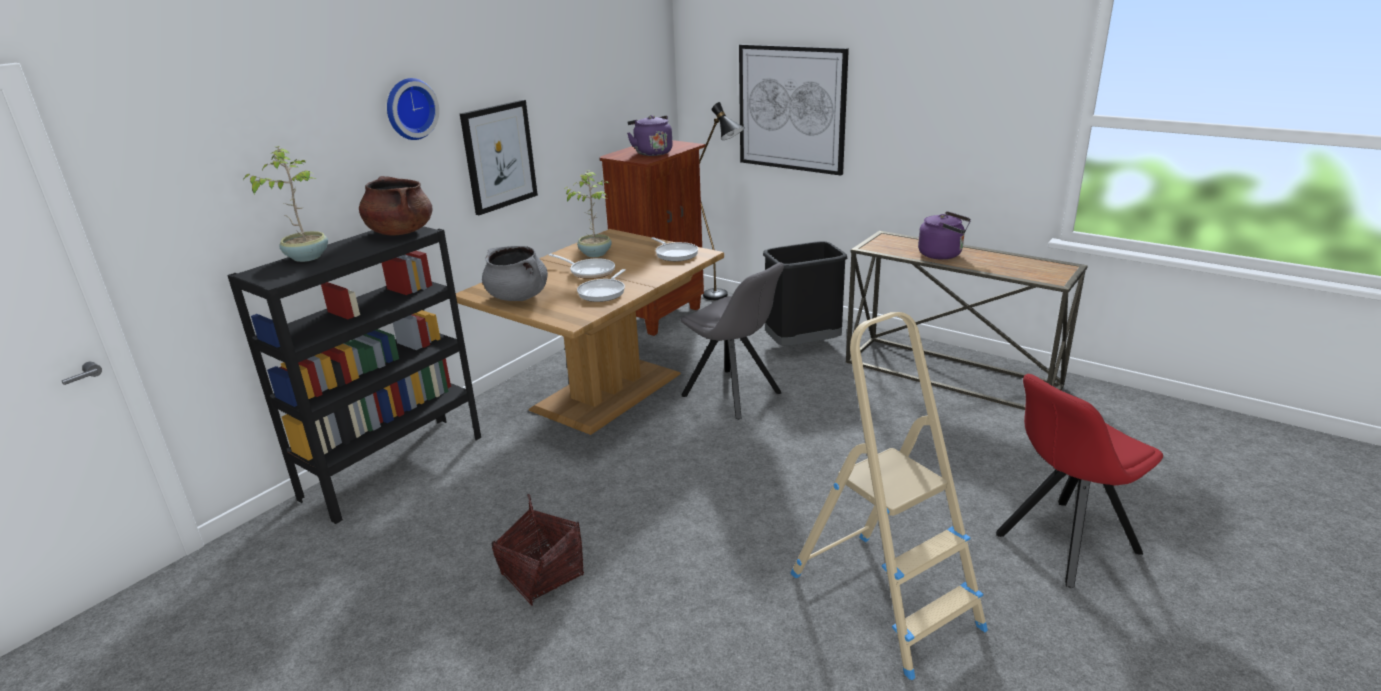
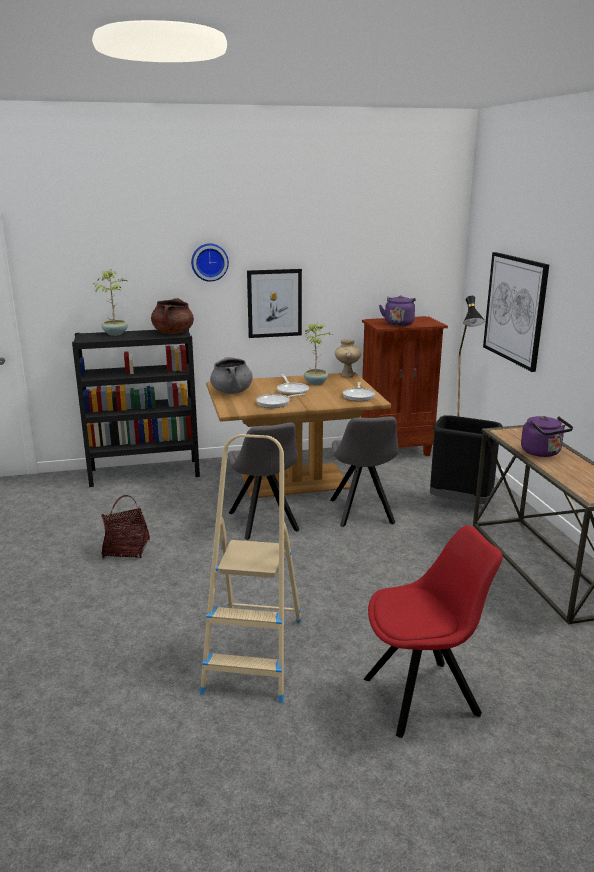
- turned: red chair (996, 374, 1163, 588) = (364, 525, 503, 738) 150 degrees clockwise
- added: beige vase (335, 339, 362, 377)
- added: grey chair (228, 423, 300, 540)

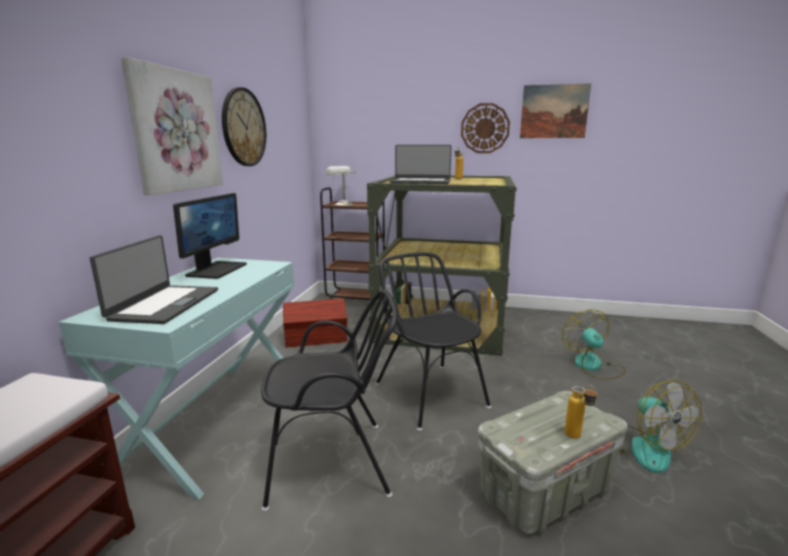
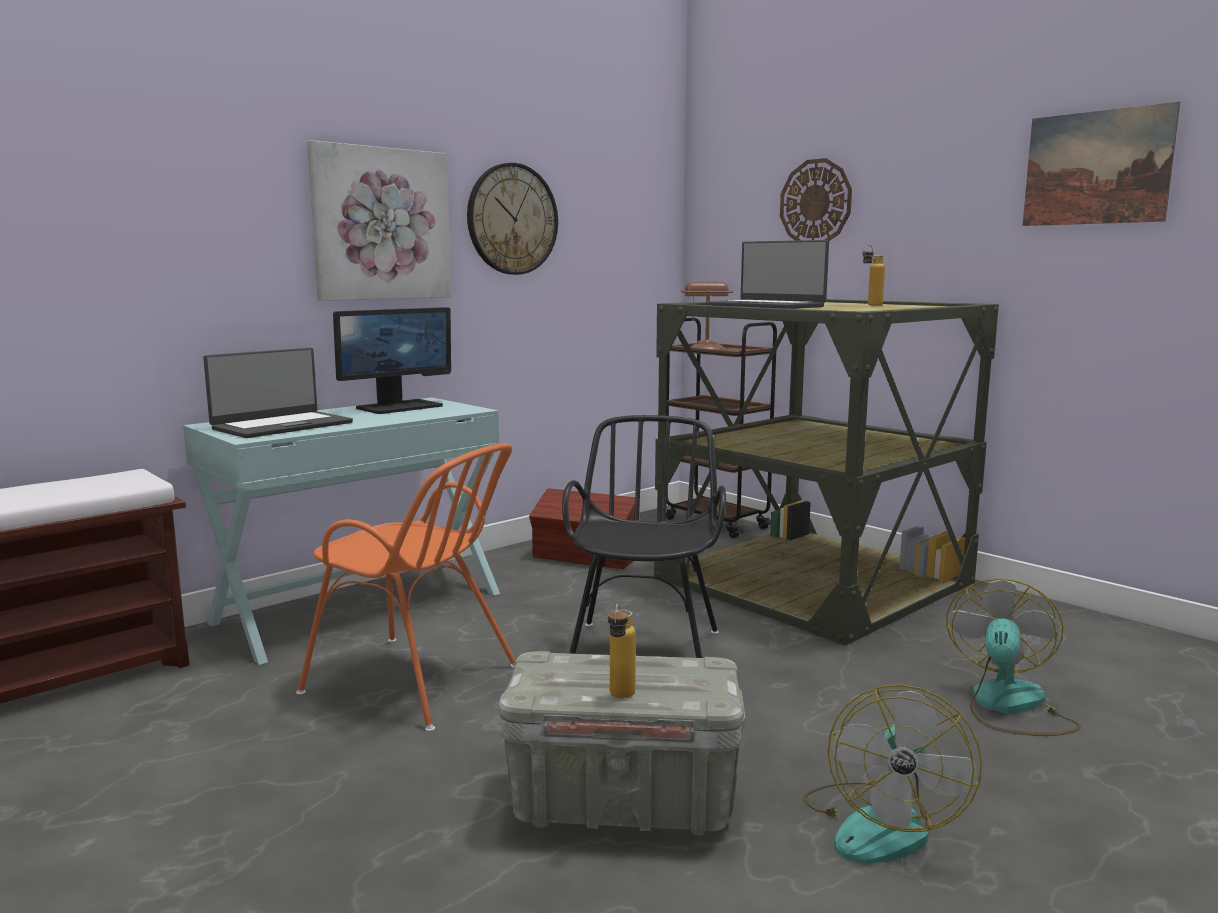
- moved: wall clock (461, 103, 510, 153) to (780, 158, 852, 241)
- recoloured: white table lamp (325, 166, 356, 206) to brown table lamp (681, 282, 733, 349)
- recoloured: black chair (261, 289, 399, 511) to orange chair (296, 443, 516, 732)

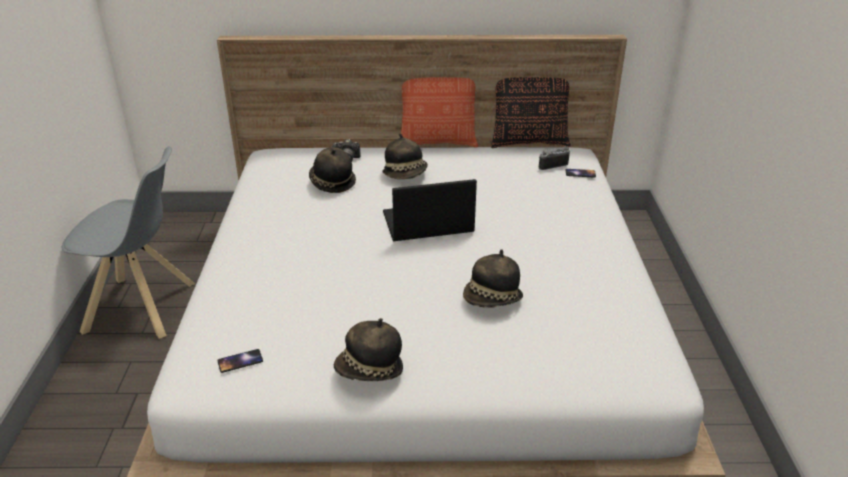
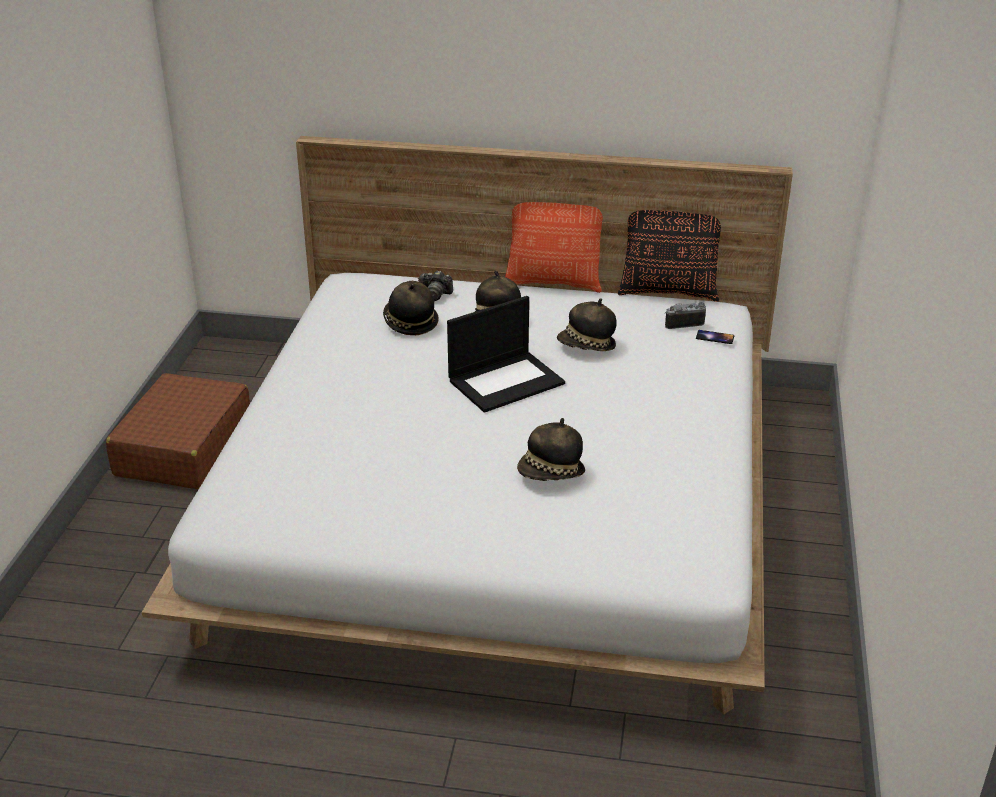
- replaced: grey chair (62, 146, 195, 339) to brown suitcase (106, 373, 250, 489)
- turned: laptop (383, 179, 477, 241) = (447, 296, 565, 413) 150 degrees clockwise
- moved: hat (334, 318, 403, 381) to (557, 299, 617, 351)
- removed: phone (217, 349, 263, 373)

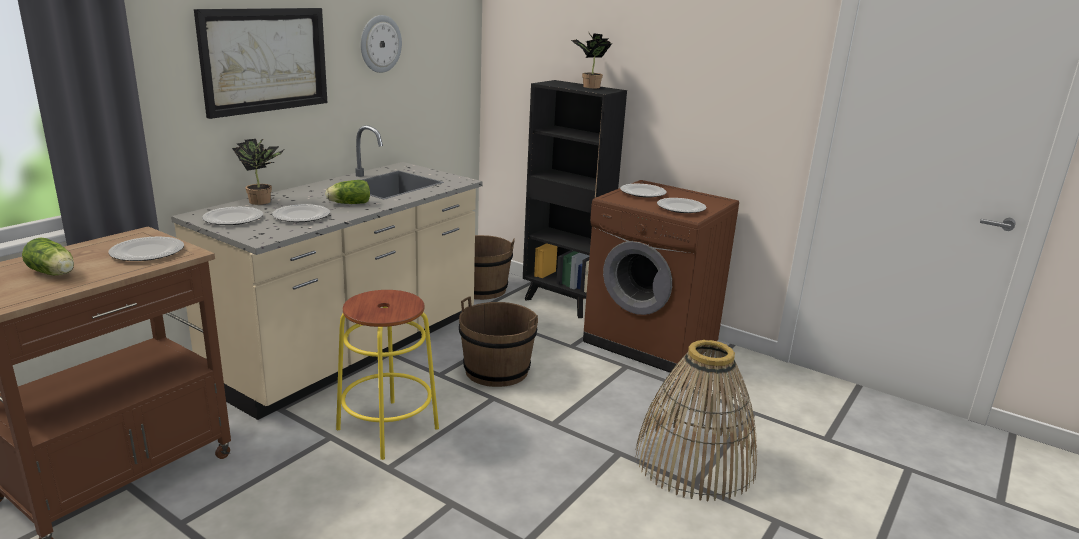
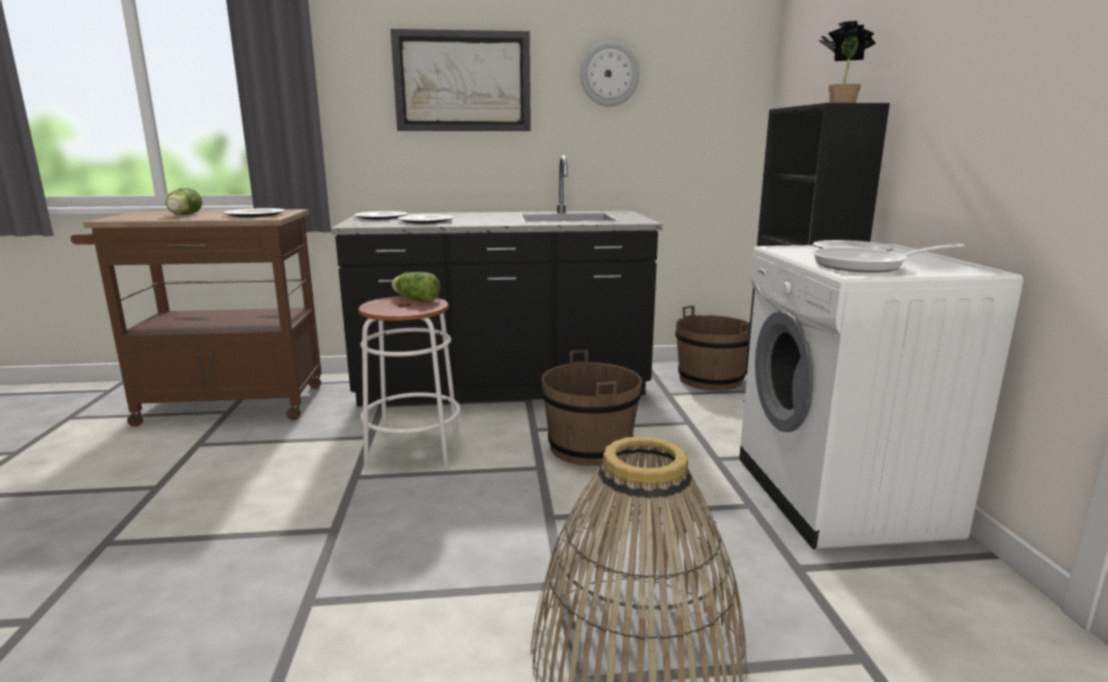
- recoloured: beige counter (171, 125, 483, 420) to black counter (331, 155, 662, 406)
- removed: potted plant (232, 139, 285, 205)
- moved: lettuce (325, 180, 370, 204) to (392, 272, 440, 302)
- recoloured: brown washing machine (583, 180, 739, 376) to white washing machine (739, 244, 1024, 549)
- replaced: plate (657, 198, 706, 213) to frying pan (811, 244, 965, 272)
- recoloured: yellow stool (336, 290, 439, 460) to white stool (359, 296, 461, 470)

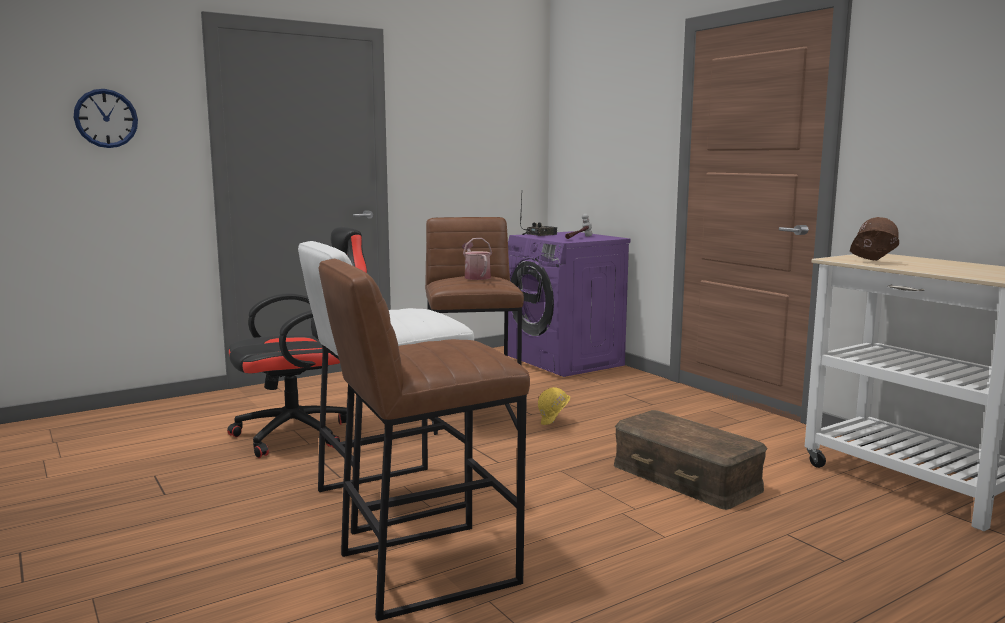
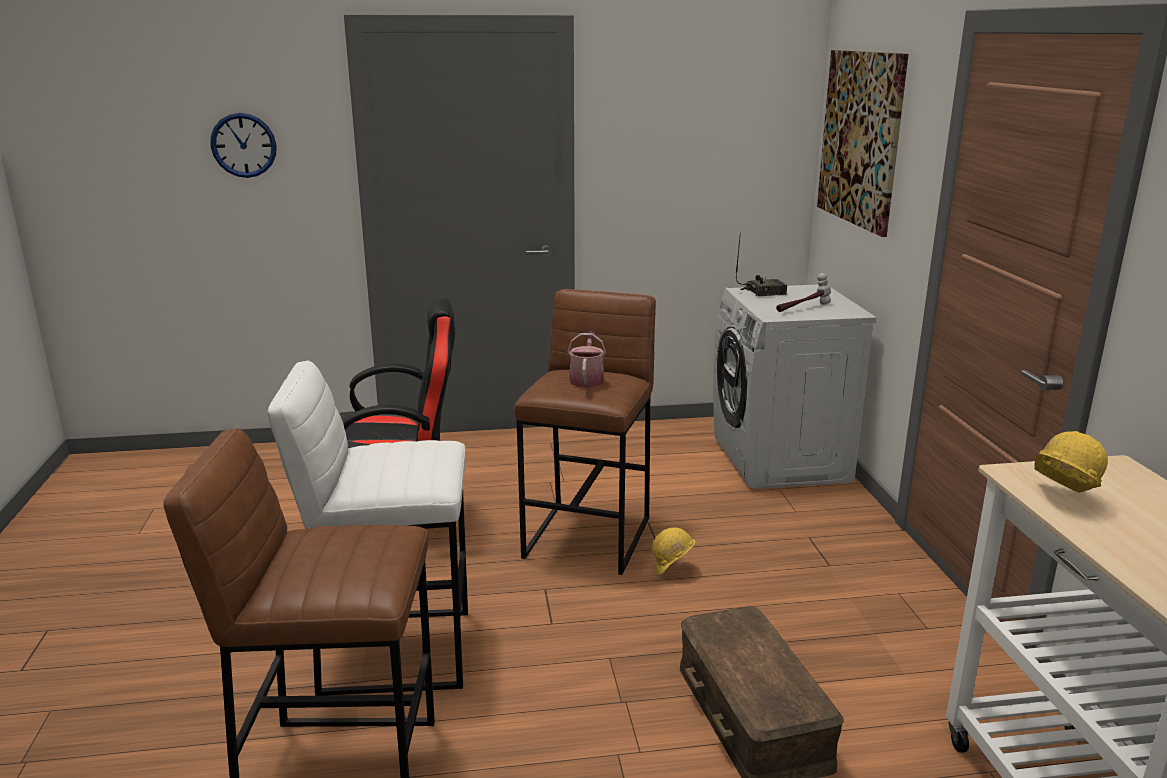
- recoloured: brown hard hat (850, 217, 899, 261) to yellow hard hat (1034, 431, 1108, 493)
- recoloured: purple washing machine (508, 231, 630, 377) to white washing machine (713, 284, 877, 489)
- added: picture (817, 50, 909, 237)

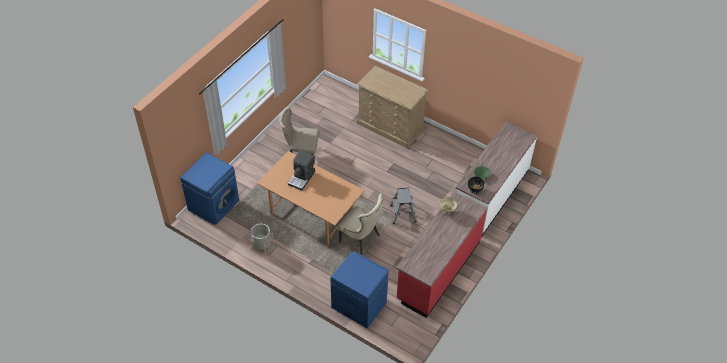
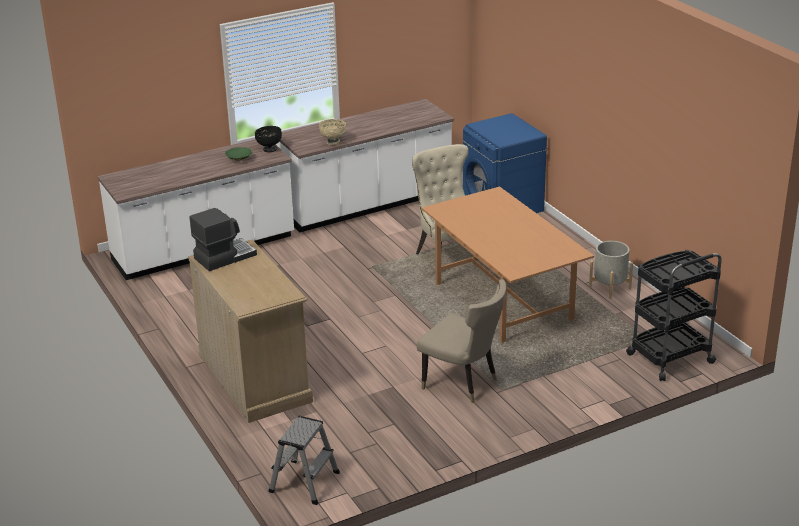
- moved: coffee machine (288, 150, 315, 191) to (190, 208, 257, 271)
- replaced: blue washing machine (180, 152, 239, 225) to black cart (626, 250, 722, 381)
- moved: grey step ladder (390, 188, 417, 224) to (268, 415, 340, 505)
- recoloured: red counter (396, 191, 487, 318) to white counter (276, 99, 454, 233)

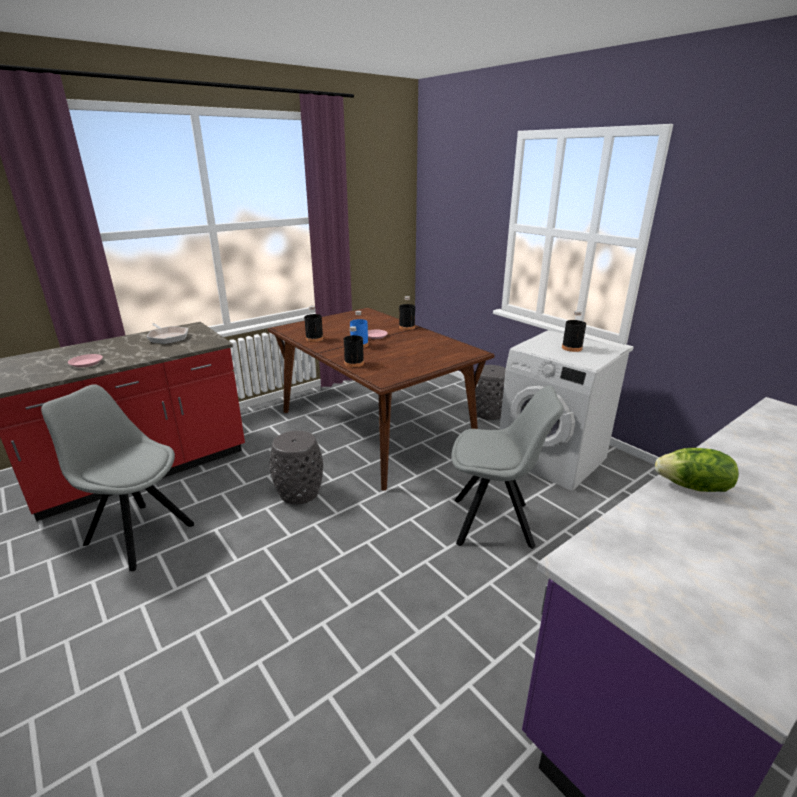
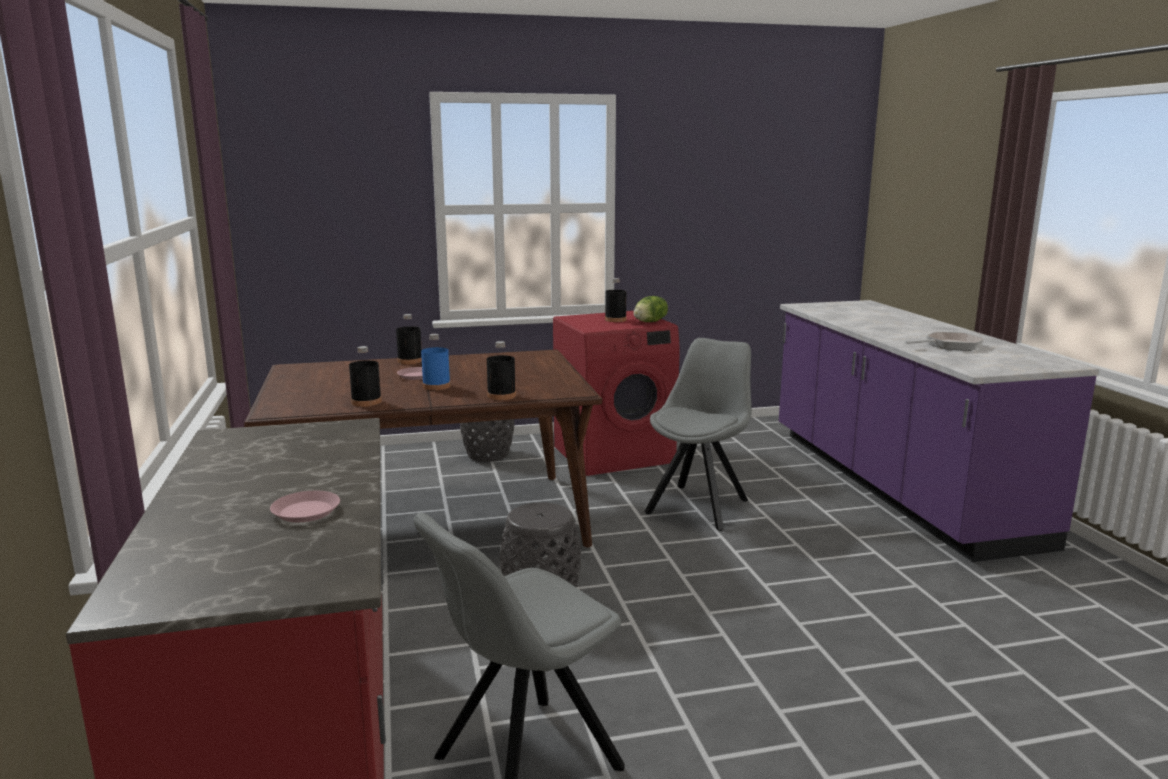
- moved: frying pan (147, 323, 188, 344) to (905, 332, 985, 351)
- recoloured: white washing machine (500, 330, 630, 491) to red washing machine (553, 311, 680, 476)
- moved: lettuce (655, 448, 739, 492) to (633, 296, 668, 322)

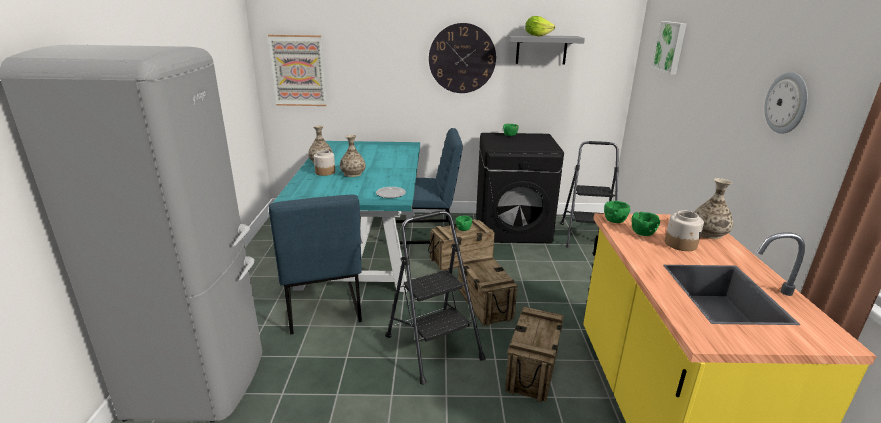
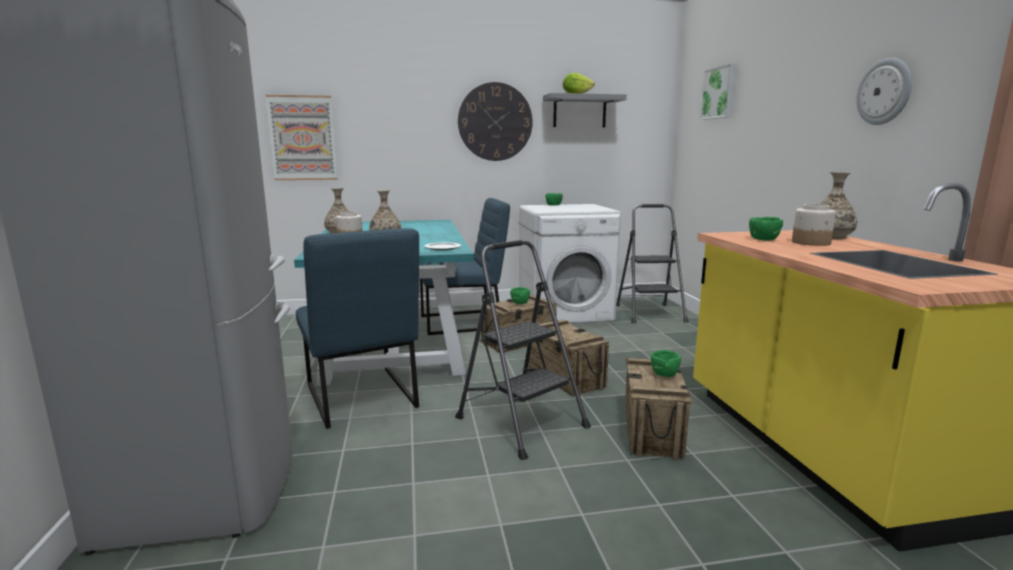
- recoloured: black washing machine (476, 133, 564, 243) to white washing machine (519, 204, 621, 324)
- moved: green bowl (604, 201, 630, 223) to (651, 350, 681, 377)

